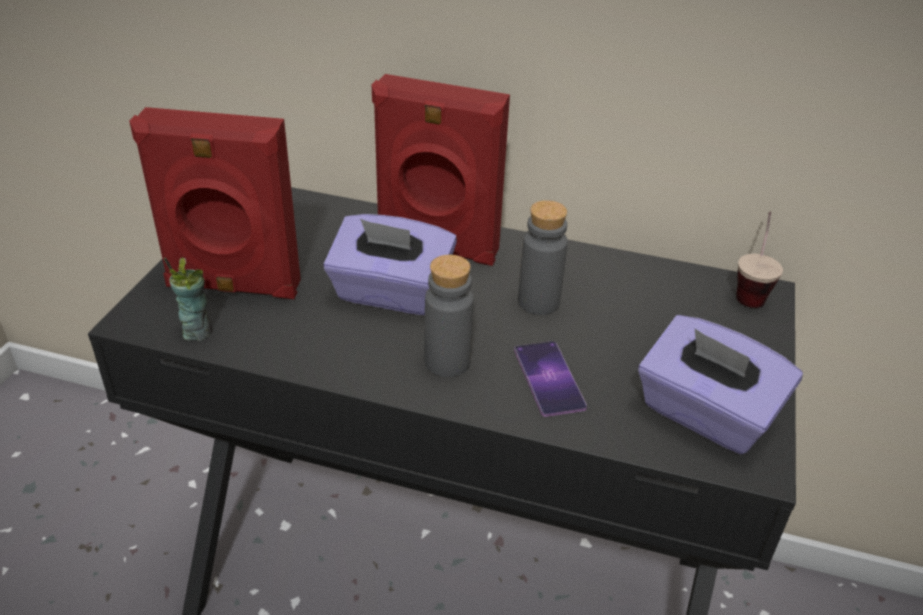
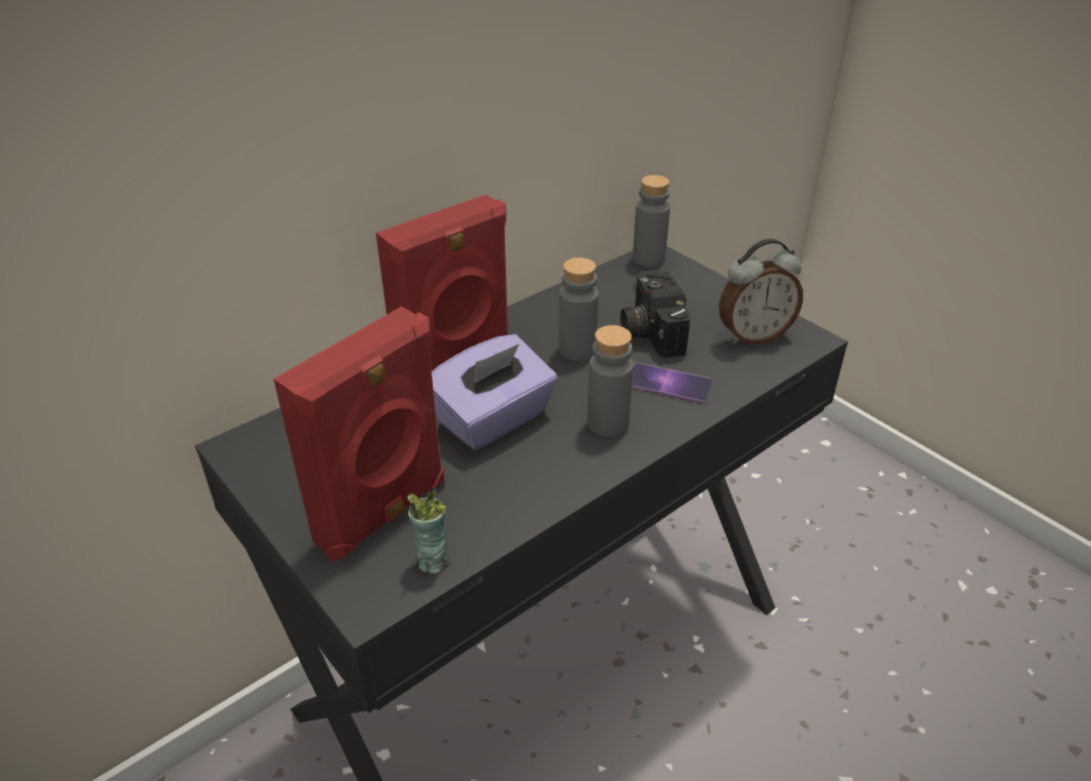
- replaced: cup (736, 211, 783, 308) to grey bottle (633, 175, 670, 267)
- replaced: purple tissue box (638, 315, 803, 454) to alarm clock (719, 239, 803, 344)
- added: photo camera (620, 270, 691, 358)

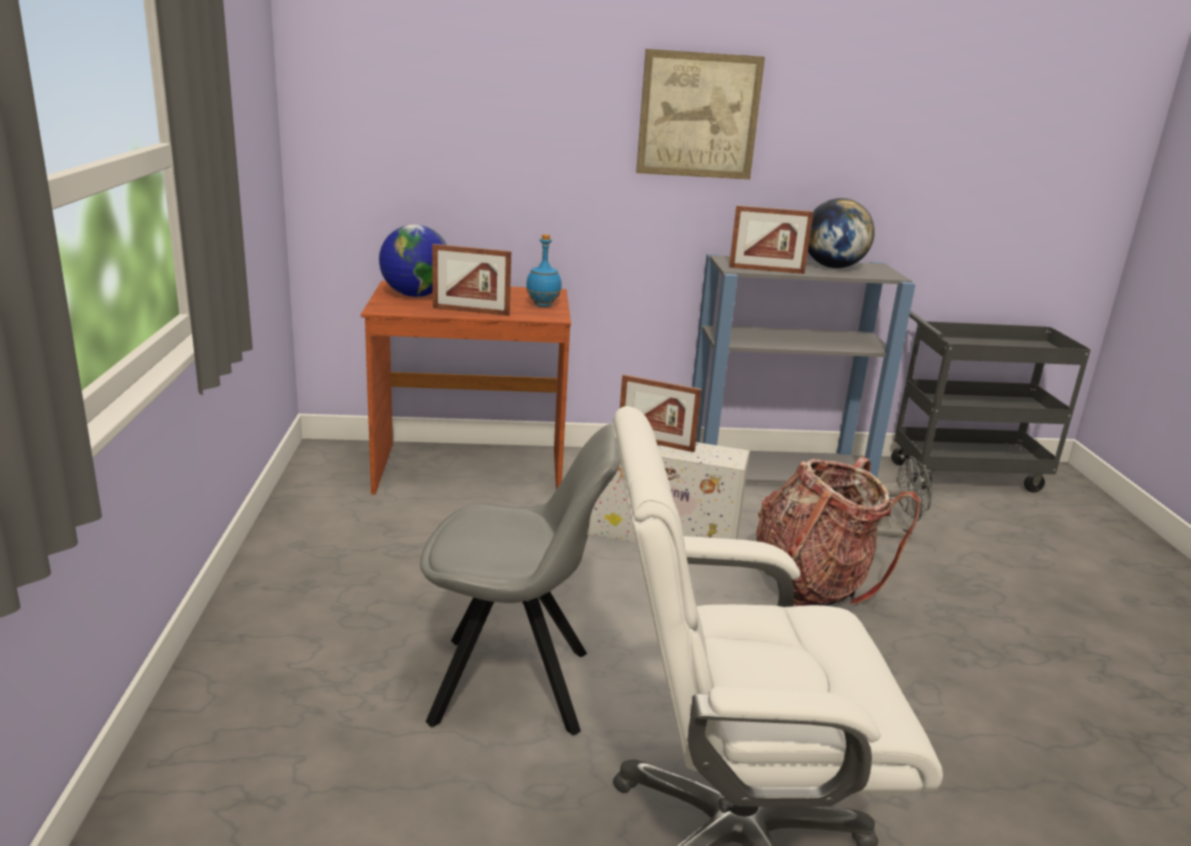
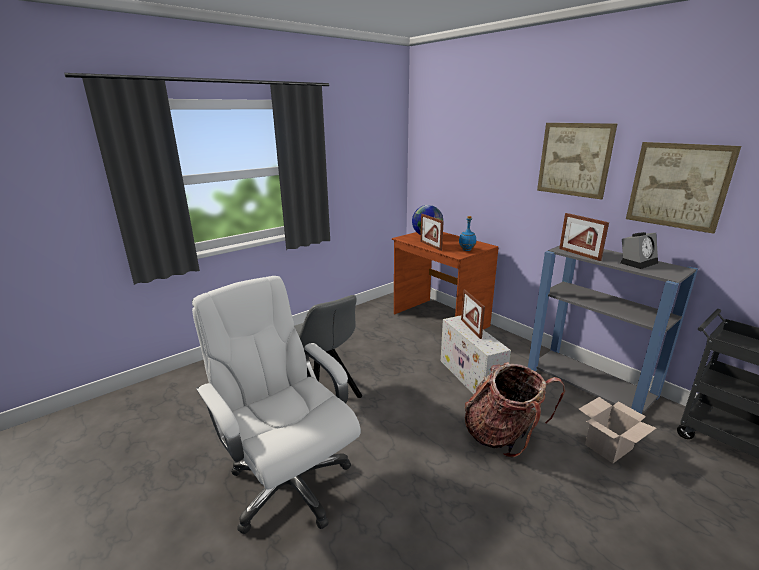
- replaced: globe (808, 198, 875, 268) to alarm clock (620, 232, 658, 269)
- replaced: grey fan (877, 456, 932, 538) to cardboard box (579, 397, 656, 463)
- added: picture (626, 142, 741, 234)

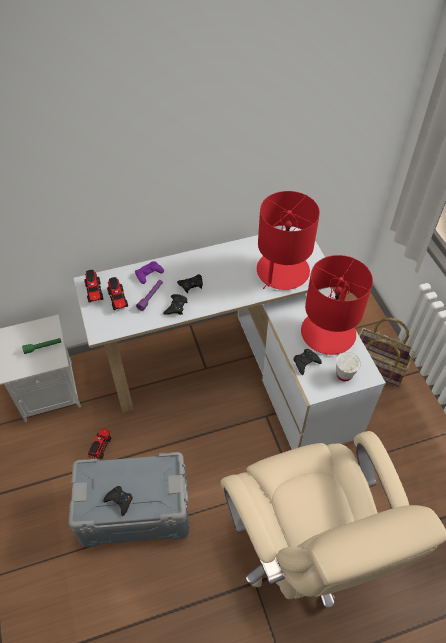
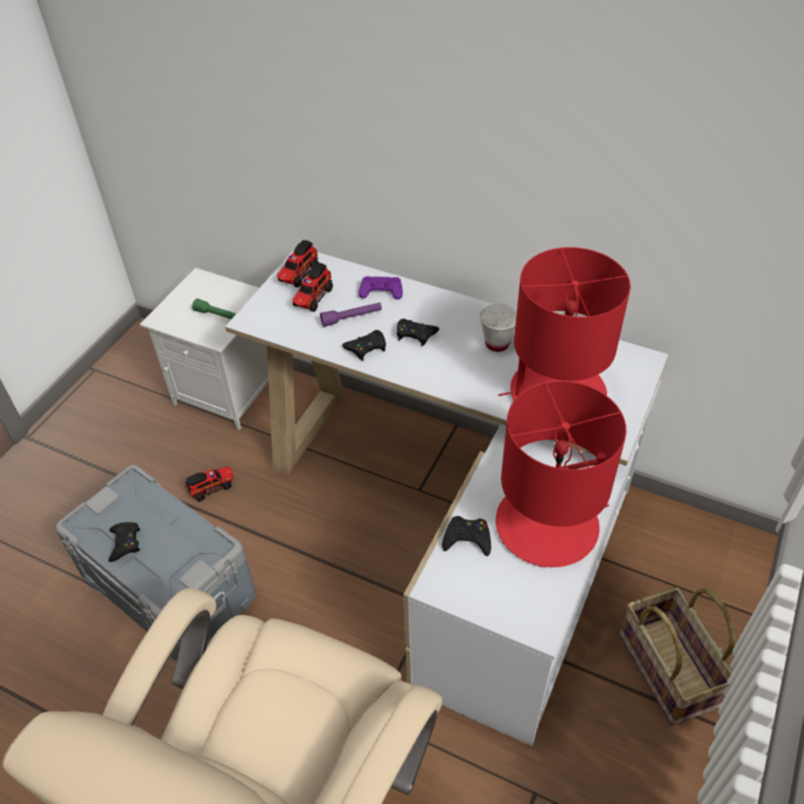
- moved: white cup (336, 352, 361, 381) to (480, 304, 517, 352)

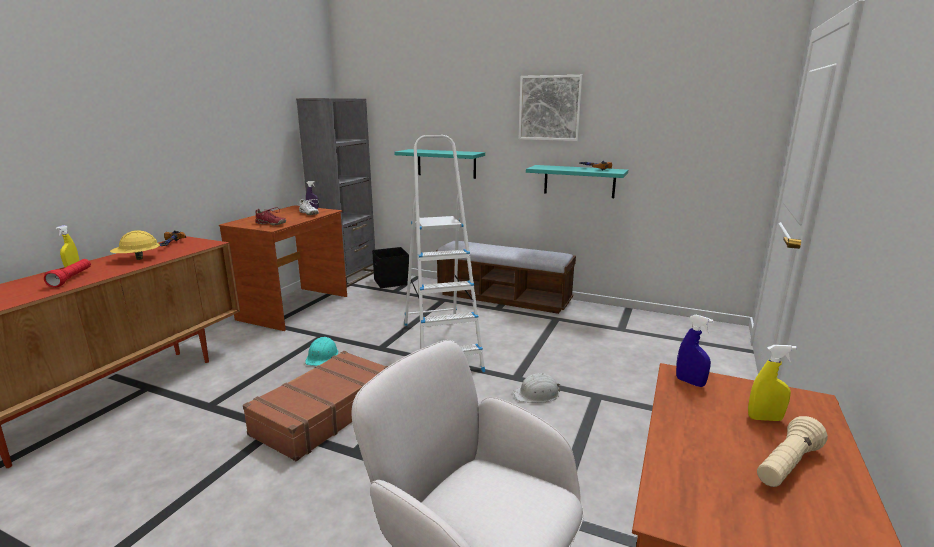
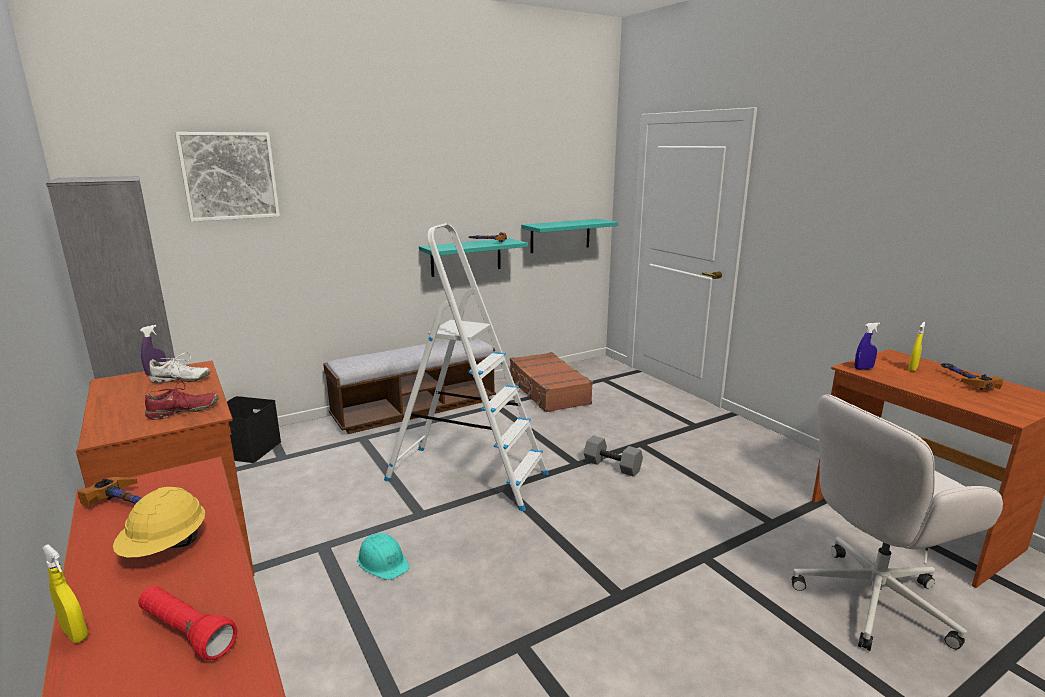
- moved: picture (519, 75, 583, 141) to (175, 132, 280, 222)
- moved: turquoise shelf (394, 149, 485, 179) to (521, 219, 618, 253)
- moved: brown suitcase (243, 351, 389, 461) to (510, 352, 593, 412)
- replaced: white hard hat (513, 373, 560, 403) to grey dumbbell (584, 435, 643, 477)
- replaced: beige flashlight (757, 416, 828, 487) to hammer (940, 363, 1003, 390)

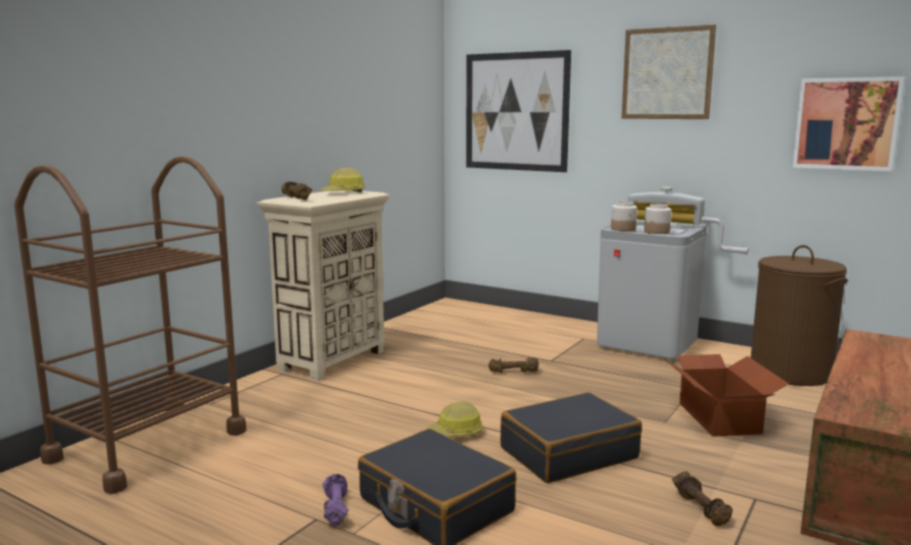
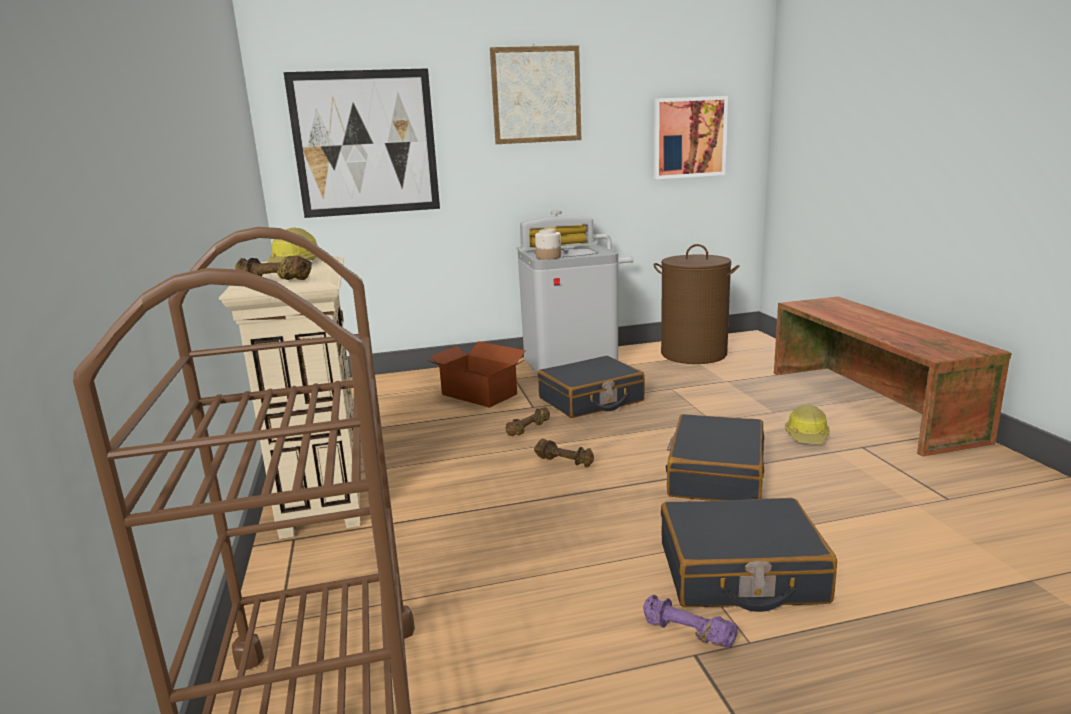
- removed: jar (644, 204, 672, 234)
- moved: cardboard box (664, 354, 789, 437) to (427, 341, 526, 408)
- moved: hard hat (425, 401, 483, 438) to (785, 405, 830, 443)
- moved: brown dumbbell (672, 471, 733, 526) to (534, 439, 594, 468)
- added: black suitcase (537, 356, 645, 418)

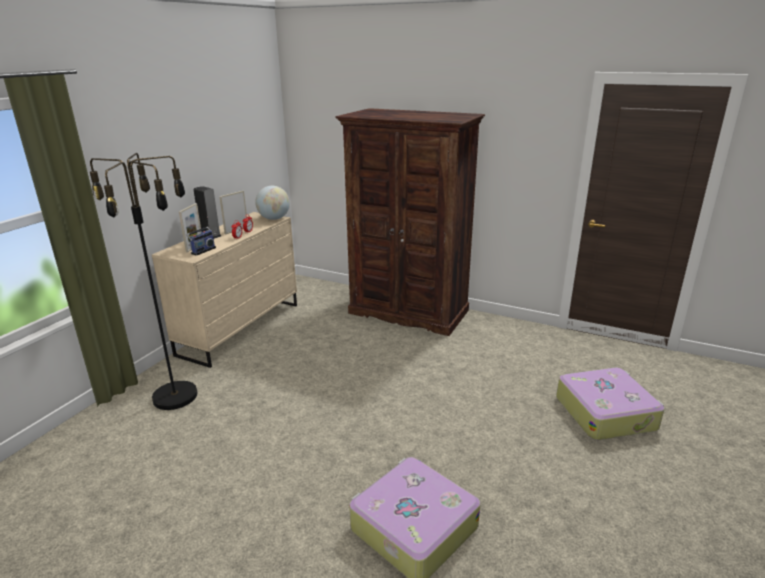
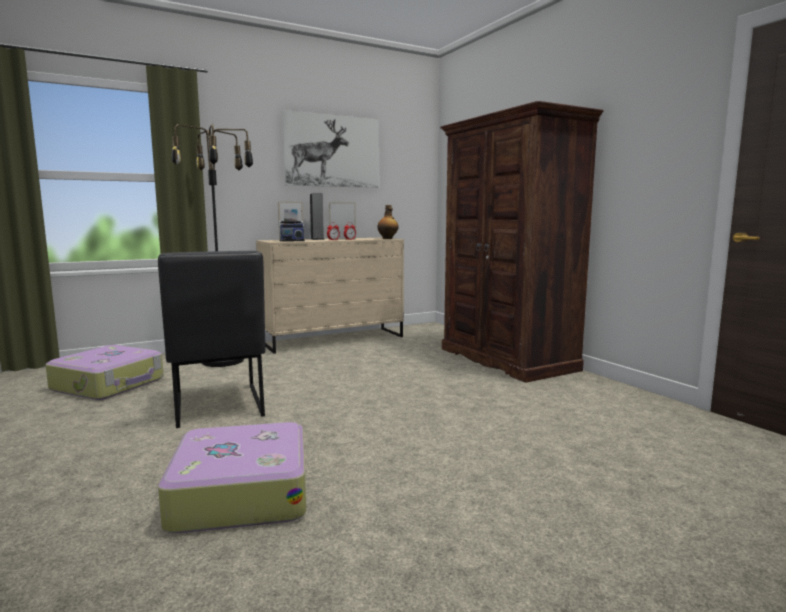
- replaced: globe (255, 186, 290, 220) to bottle (377, 205, 398, 239)
- moved: suitcase (556, 368, 665, 440) to (46, 345, 164, 400)
- added: picture (282, 110, 379, 188)
- added: grey chair (158, 251, 265, 428)

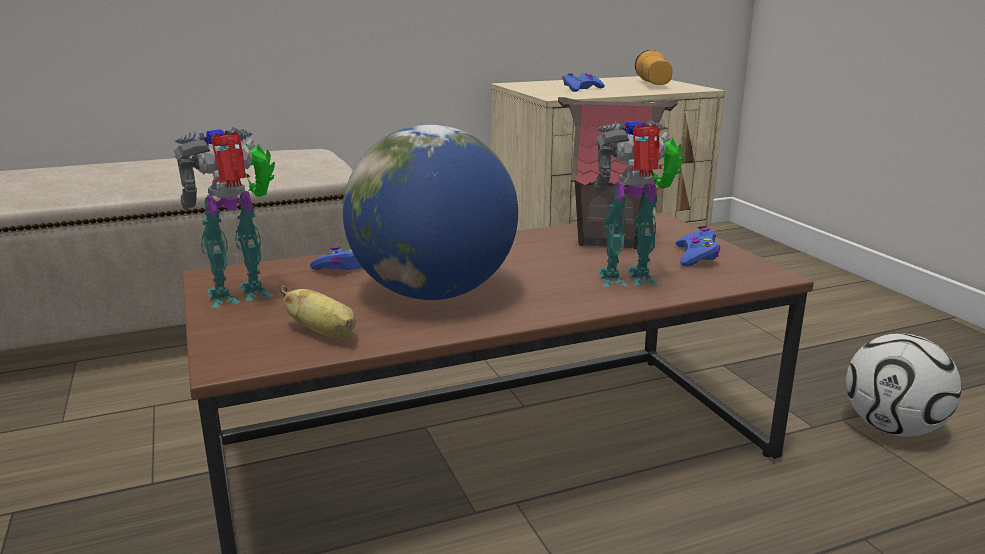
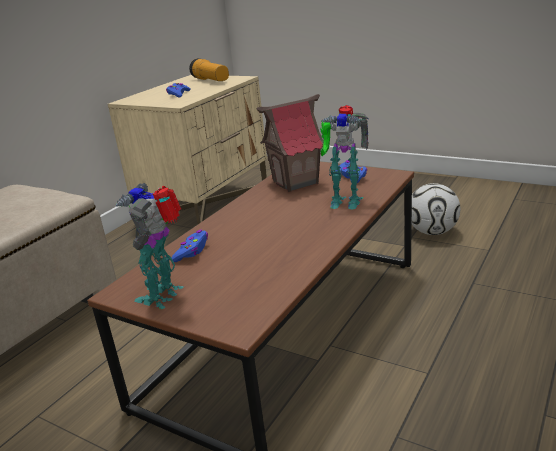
- turned: toy robot (594, 120, 685, 287) = (320, 105, 369, 210) 120 degrees counterclockwise
- removed: globe (343, 124, 518, 300)
- removed: banana (280, 286, 356, 338)

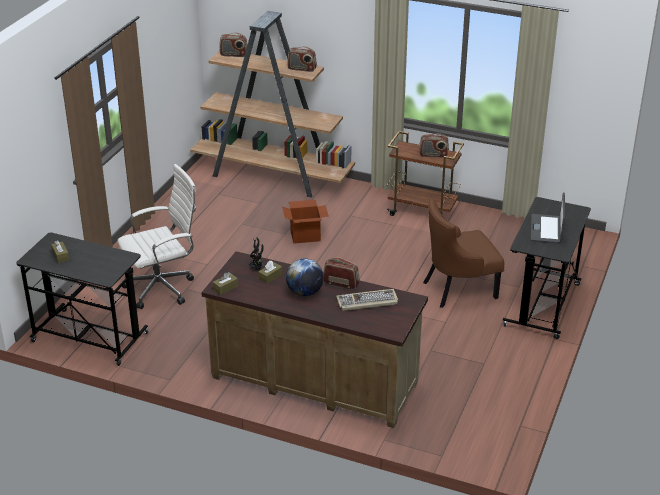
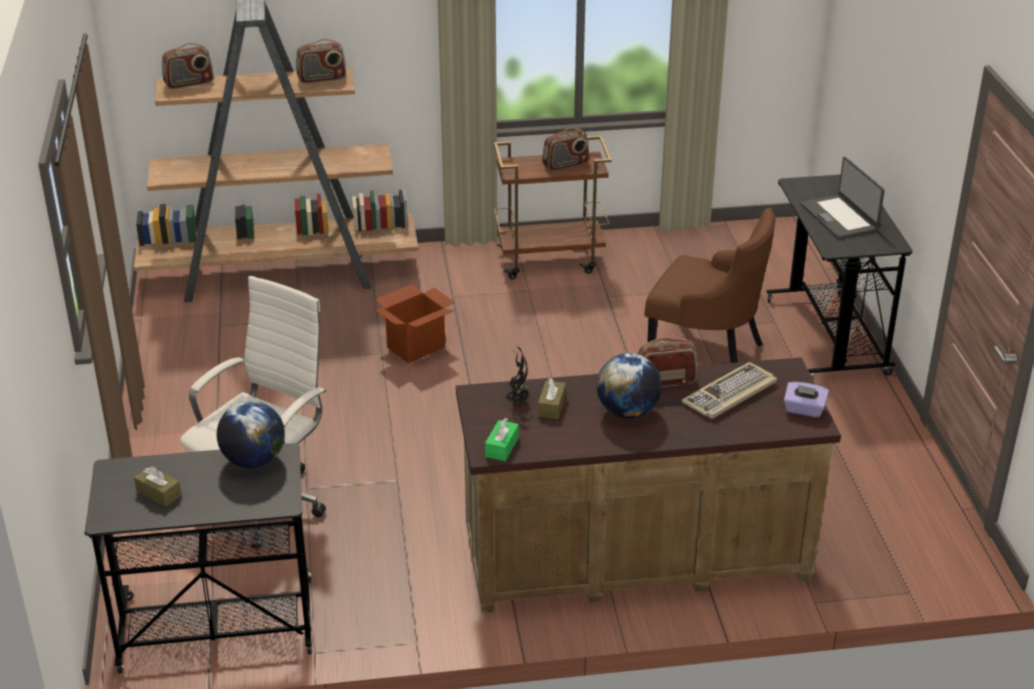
- turned: brown chair (423, 198, 504, 308) = (644, 208, 776, 363) 105 degrees counterclockwise
- recoloured: brown tissue box (213, 272, 238, 295) to green tissue box (485, 418, 519, 461)
- added: purple tissue box (784, 382, 829, 418)
- added: globe (217, 401, 285, 468)

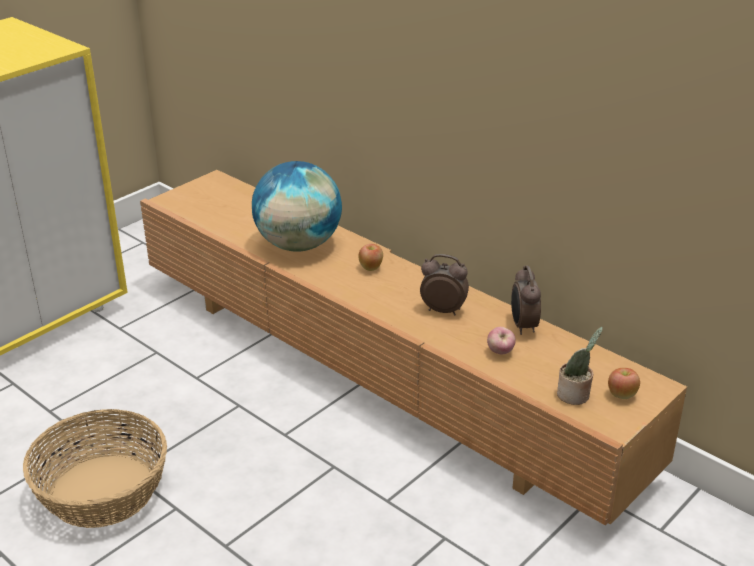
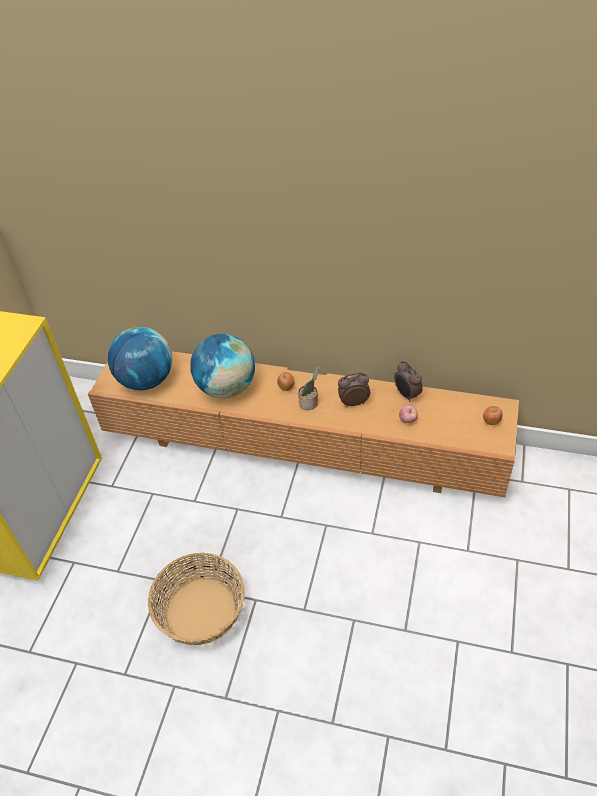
- moved: potted plant (557, 327, 603, 405) to (298, 366, 319, 410)
- added: globe (108, 327, 172, 390)

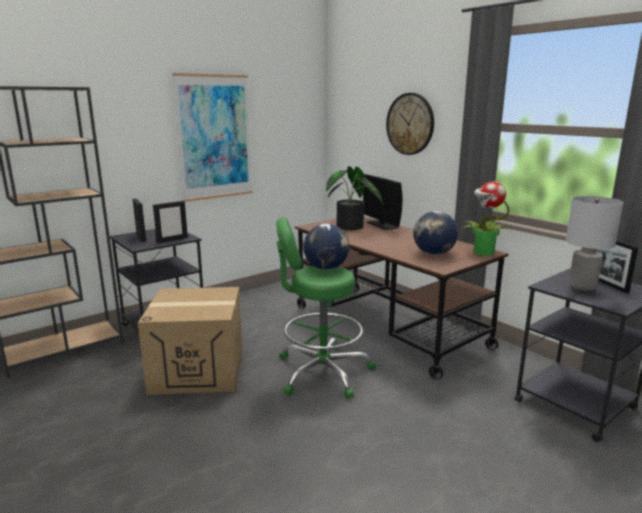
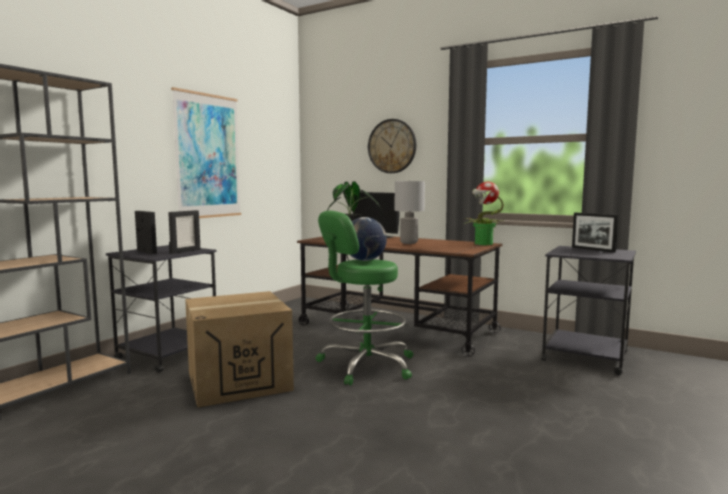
- moved: grey table lamp (566, 196, 623, 291) to (395, 180, 425, 244)
- removed: globe (413, 211, 458, 255)

